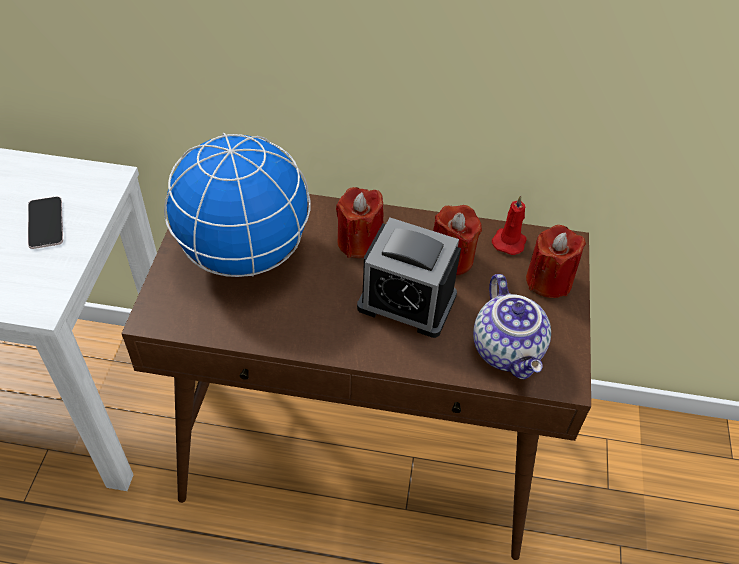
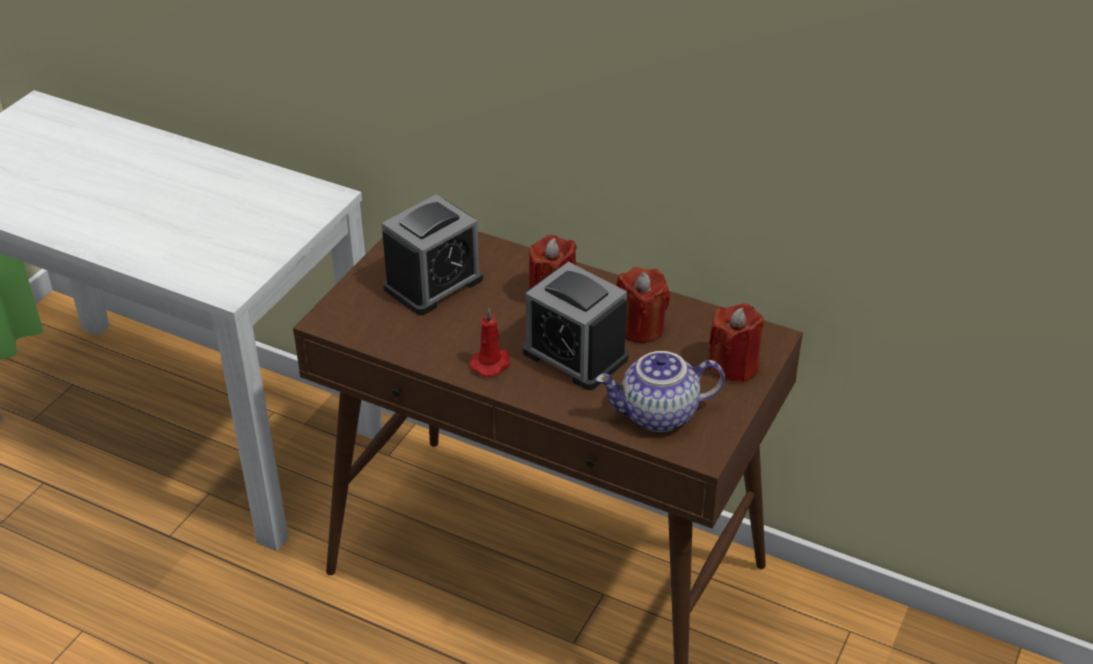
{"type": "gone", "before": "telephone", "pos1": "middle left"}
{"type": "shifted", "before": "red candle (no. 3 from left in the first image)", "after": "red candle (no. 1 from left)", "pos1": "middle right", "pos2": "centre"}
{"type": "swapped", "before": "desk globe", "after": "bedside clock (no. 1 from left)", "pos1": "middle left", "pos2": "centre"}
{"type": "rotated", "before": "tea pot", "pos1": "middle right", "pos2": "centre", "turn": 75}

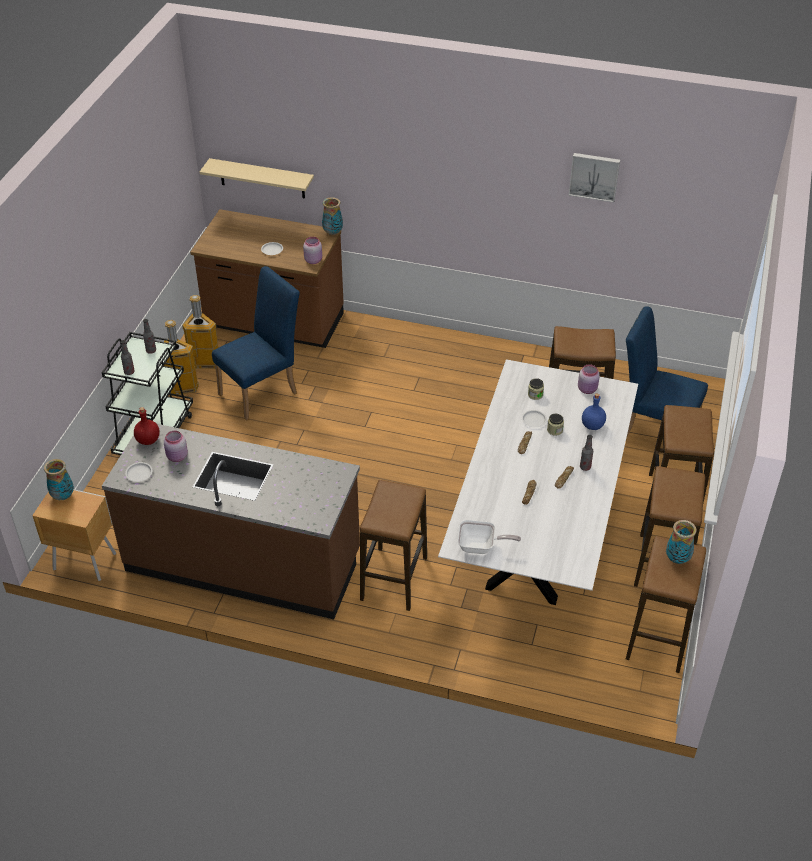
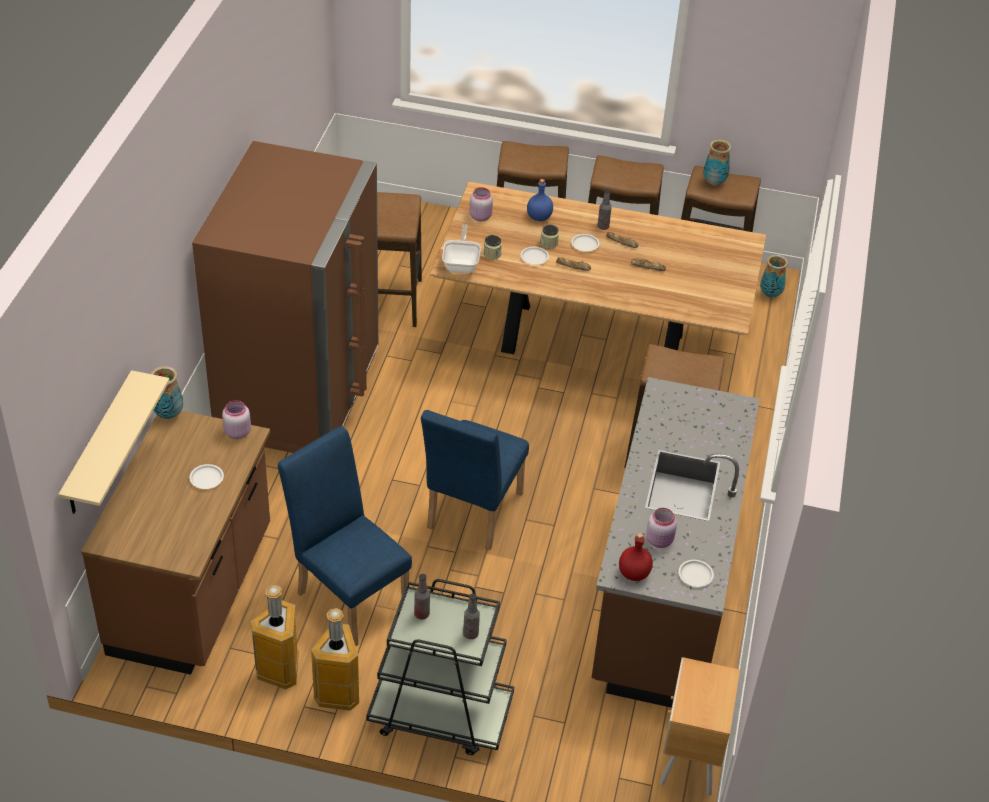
{"type": "gone", "before": "wall picture", "pos1": "top right"}
{"type": "new", "after": "brownish kitchen fridge", "pos2": "middle left"}
{"type": "new", "after": "white-coloured flat dish (no. 3 from left)", "pos2": "top centre"}
{"type": "shifted", "before": "decorative vase (no. 1 from left in the first image)", "after": "decorative vase (no. 3 from left)", "pos1": "middle left", "pos2": "middle right"}
{"type": "shifted", "before": "frying pan", "pos1": "centre", "pos2": "top centre"}
{"type": "shifted", "before": "blue-coloured chair (no. 2 from left)", "pos1": "middle right", "pos2": "centre"}
{"type": "repainted", "before": "white-coloured dining table", "after": "brownish dining table", "pos1": "centre", "pos2": "centre"}

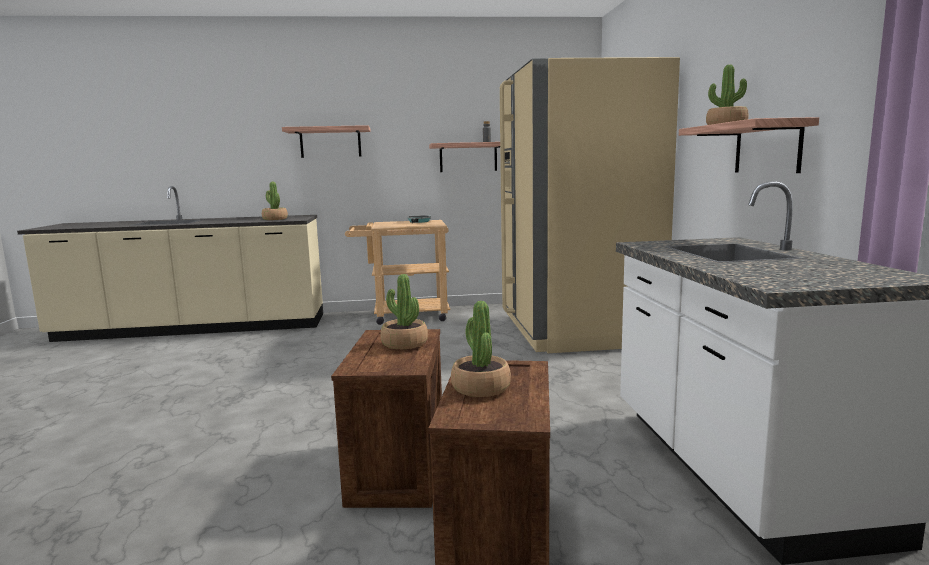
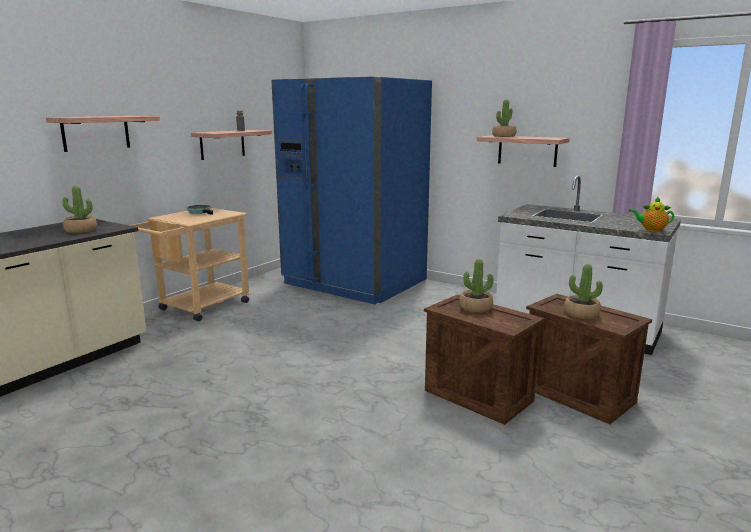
{"type": "new", "after": "tea pot", "pos2": "middle right"}
{"type": "repainted", "before": "beige-coloured kitchen fridge", "after": "blue-coloured kitchen fridge", "pos1": "centre", "pos2": "centre"}

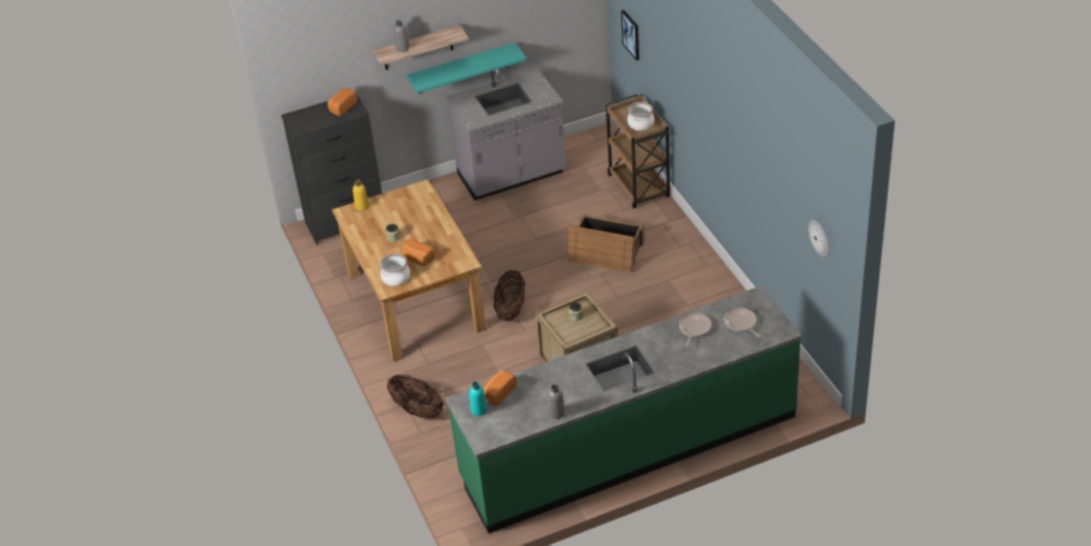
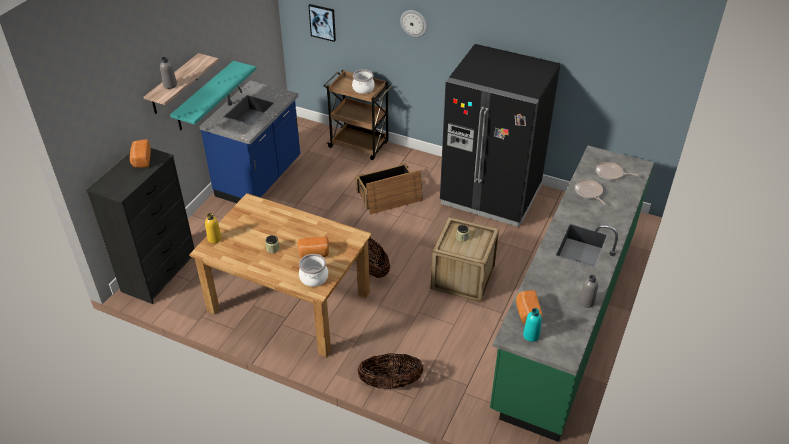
{"type": "new", "after": "blackish kitchen fridge", "pos2": "top centre"}
{"type": "shifted", "before": "hanging clock", "pos1": "middle right", "pos2": "top centre"}
{"type": "repainted", "before": "greyish counter", "after": "blue-coloured counter", "pos1": "top centre", "pos2": "top left"}

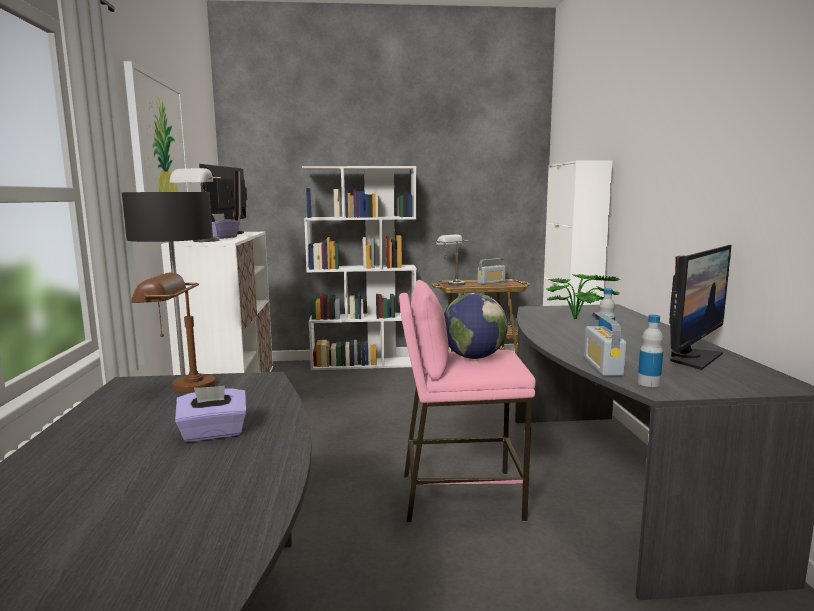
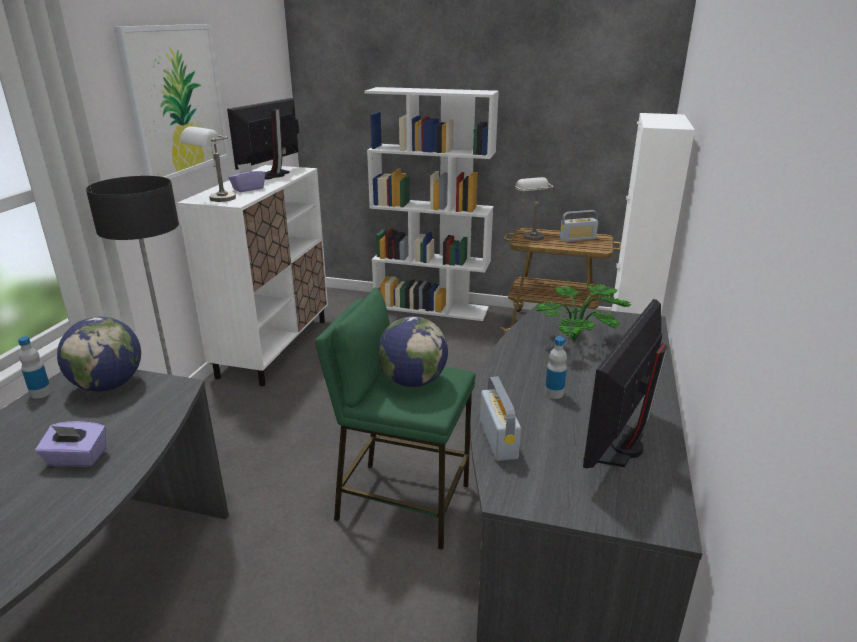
{"type": "shifted", "before": "bottle (no. 2 from left in the first image)", "after": "bottle (no. 1 from left)", "pos1": "middle right", "pos2": "middle left"}
{"type": "swapped", "before": "brownish table lamp", "after": "desk globe (no. 1 from left)", "pos1": "middle left", "pos2": "middle left"}
{"type": "repainted", "before": "pink-coloured sitting stool", "after": "greenish sitting stool", "pos1": "centre", "pos2": "centre"}
{"type": "rotated", "before": "radio (no. 2 from left in the first image)", "pos1": "middle right", "pos2": "centre", "turn": 150}
{"type": "rotated", "before": "computer display (no. 2 from left)", "pos1": "middle right", "pos2": "middle right", "turn": 150}

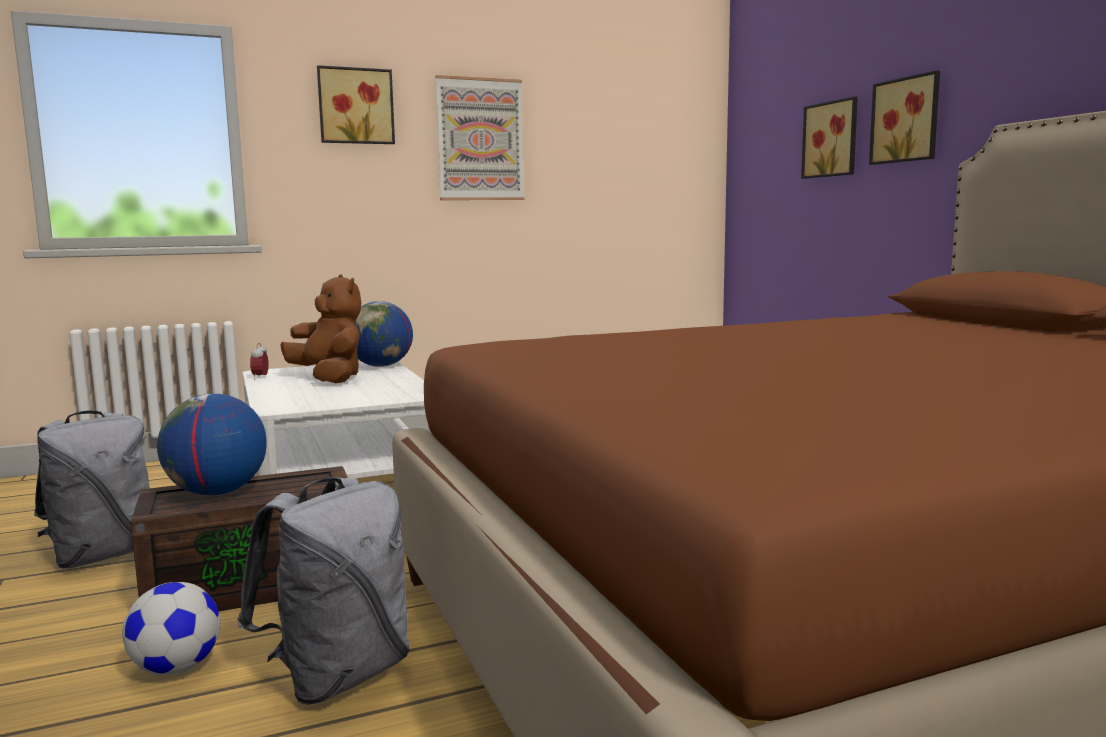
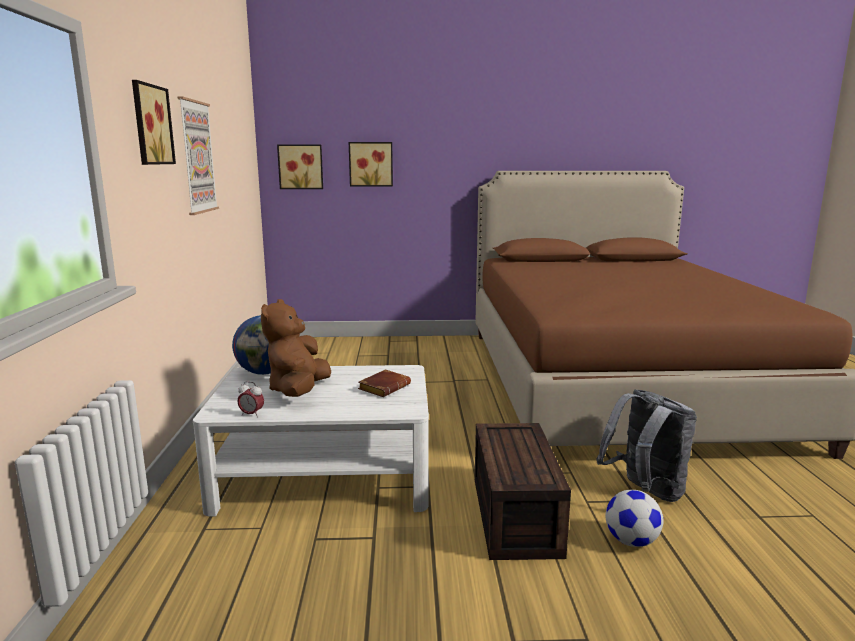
{"type": "gone", "before": "greyish knapsack (no. 1 from left)", "pos1": "middle left"}
{"type": "gone", "before": "desk globe (no. 1 from left)", "pos1": "middle left"}
{"type": "new", "after": "brownish bound book", "pos2": "centre"}
{"type": "shifted", "before": "wall picture (no. 4 from left in the first image)", "after": "wall picture (no. 3 from left)", "pos1": "top right", "pos2": "top centre"}
{"type": "rotated", "before": "brownish soft toy", "pos1": "middle left", "pos2": "centre", "turn": -60}

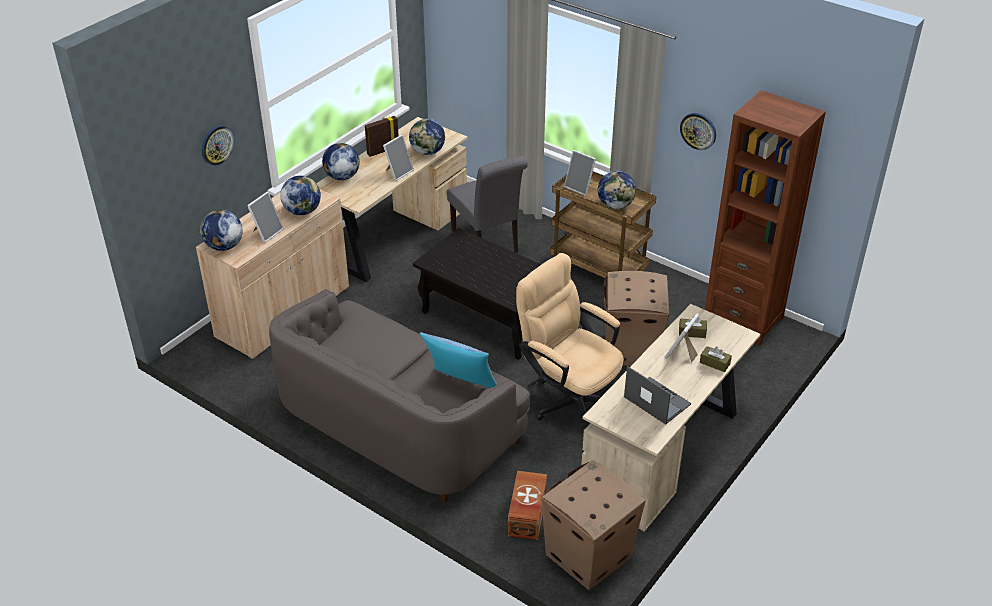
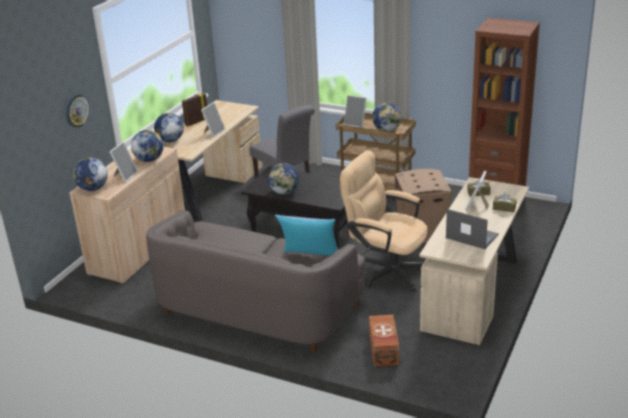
{"type": "gone", "before": "packing box (no. 1 from left)", "pos1": "bottom centre"}
{"type": "gone", "before": "hanging clock (no. 2 from left)", "pos1": "top right"}
{"type": "shifted", "before": "desk globe (no. 4 from left)", "pos1": "top centre", "pos2": "centre"}

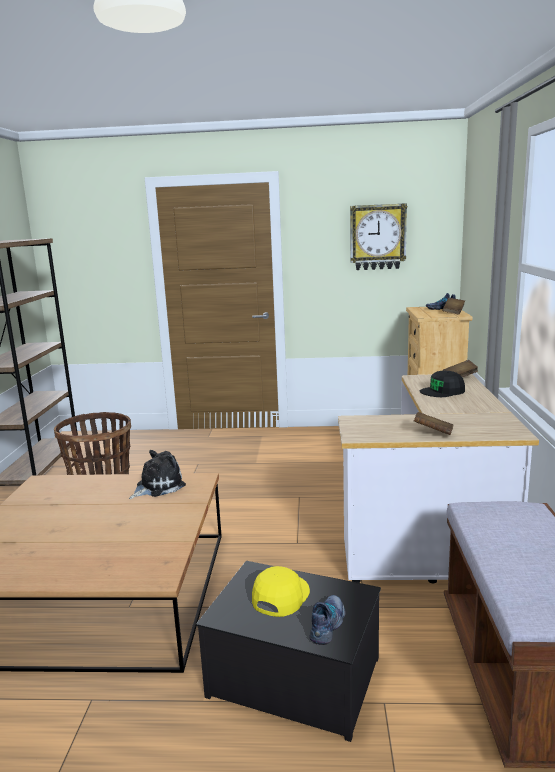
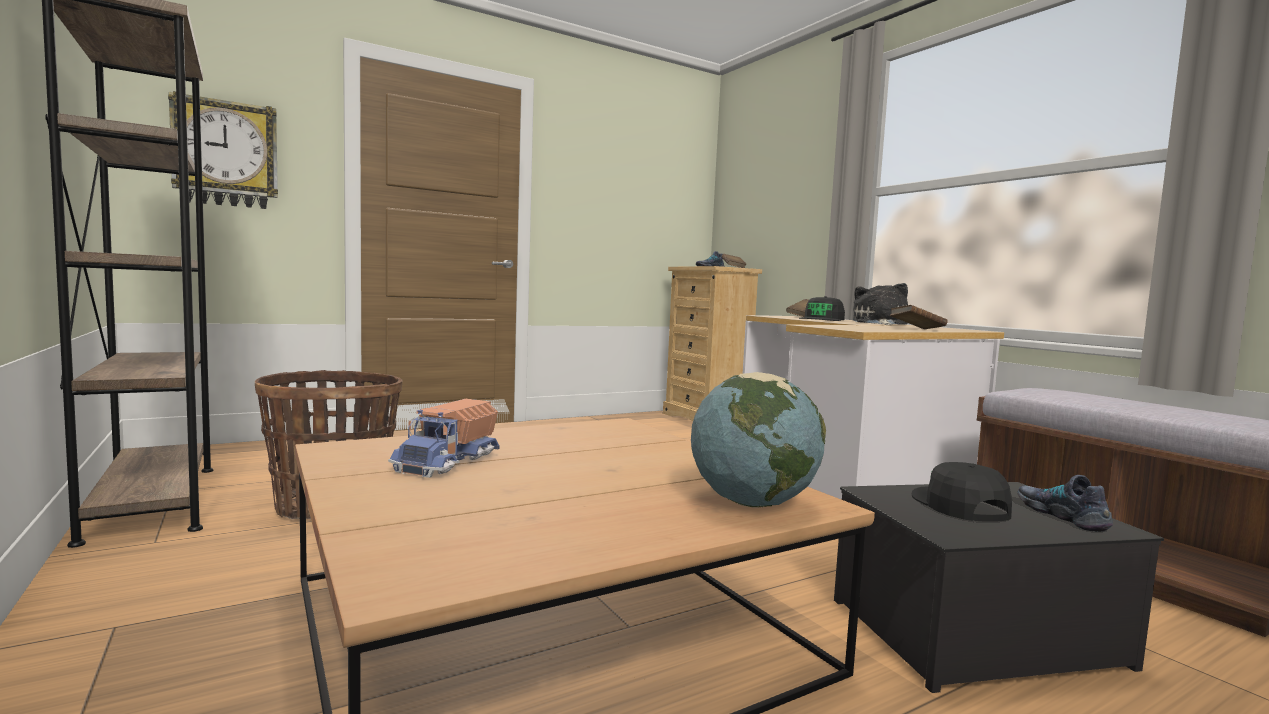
{"type": "new", "after": "toy truck", "pos2": "centre"}
{"type": "new", "after": "desk globe", "pos2": "centre"}
{"type": "shifted", "before": "soft toy", "pos1": "middle left", "pos2": "middle right"}
{"type": "shifted", "before": "hanging clock", "pos1": "top right", "pos2": "top left"}
{"type": "repainted", "before": "yellow baseball cap", "after": "blackish baseball cap (no. 2 from left)", "pos1": "bottom centre", "pos2": "bottom right"}

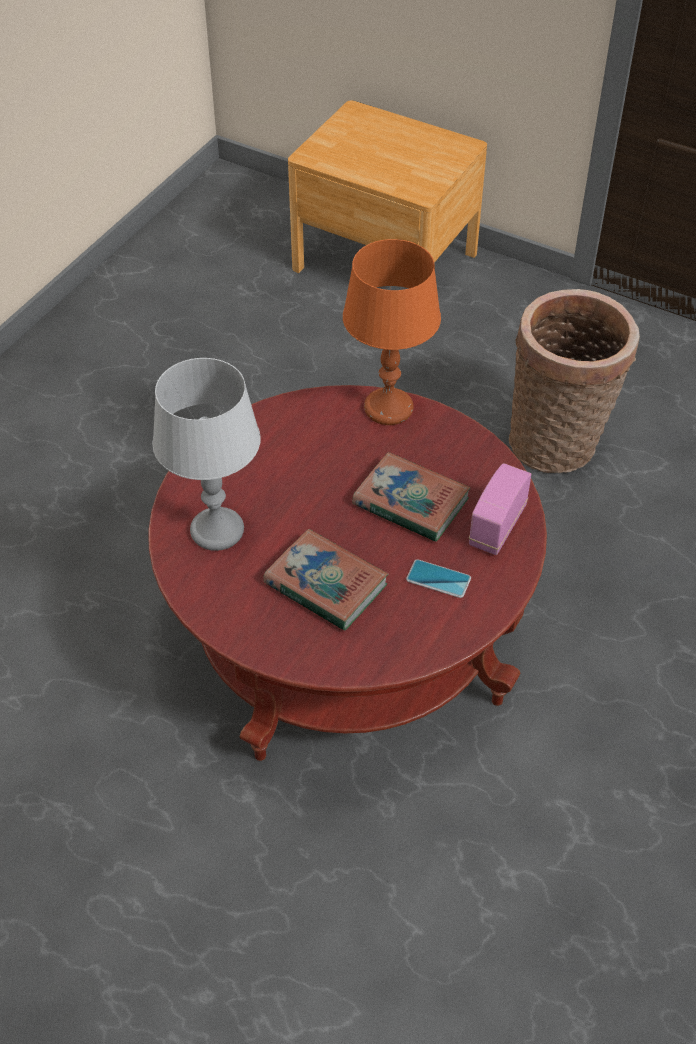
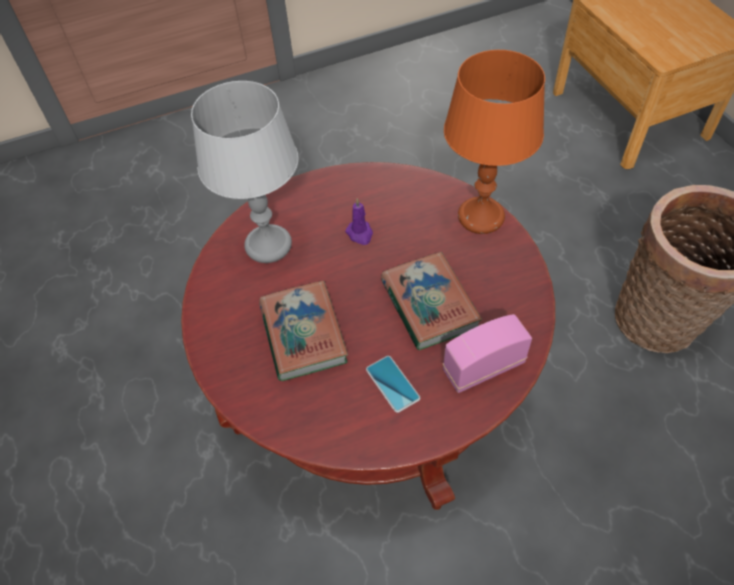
{"type": "new", "after": "purplish candle", "pos2": "centre"}

